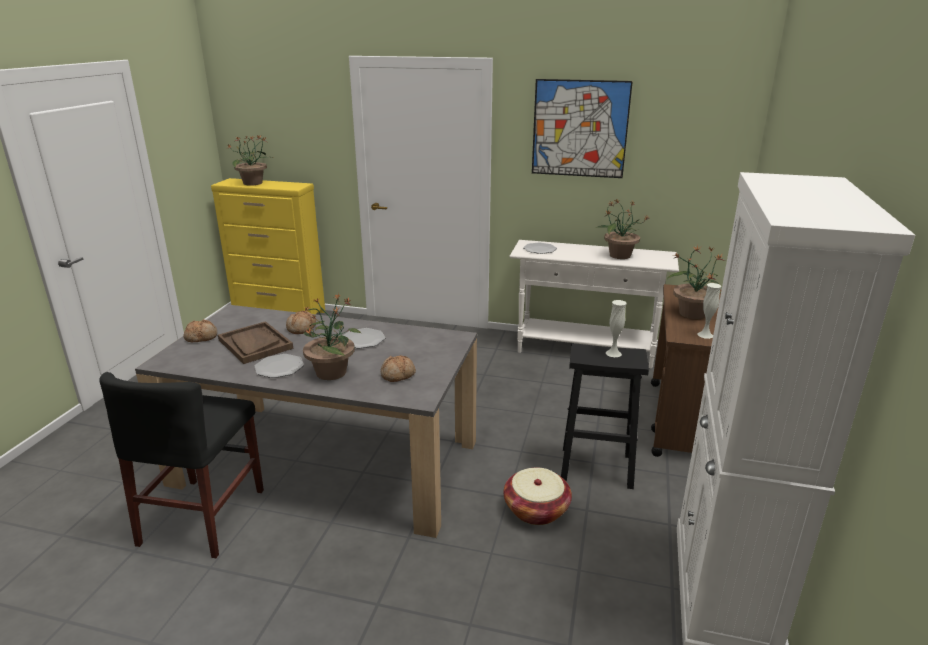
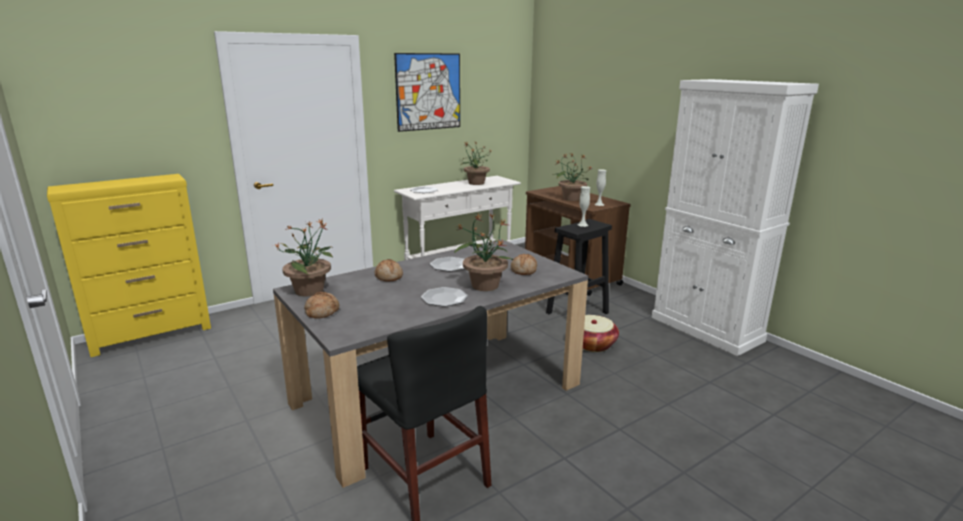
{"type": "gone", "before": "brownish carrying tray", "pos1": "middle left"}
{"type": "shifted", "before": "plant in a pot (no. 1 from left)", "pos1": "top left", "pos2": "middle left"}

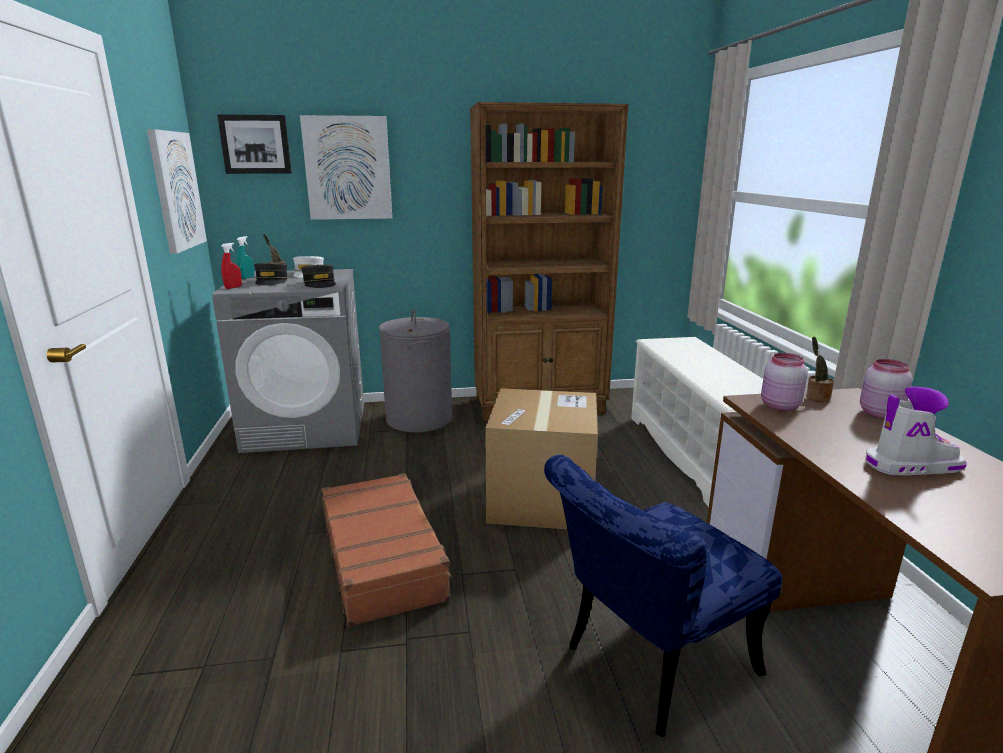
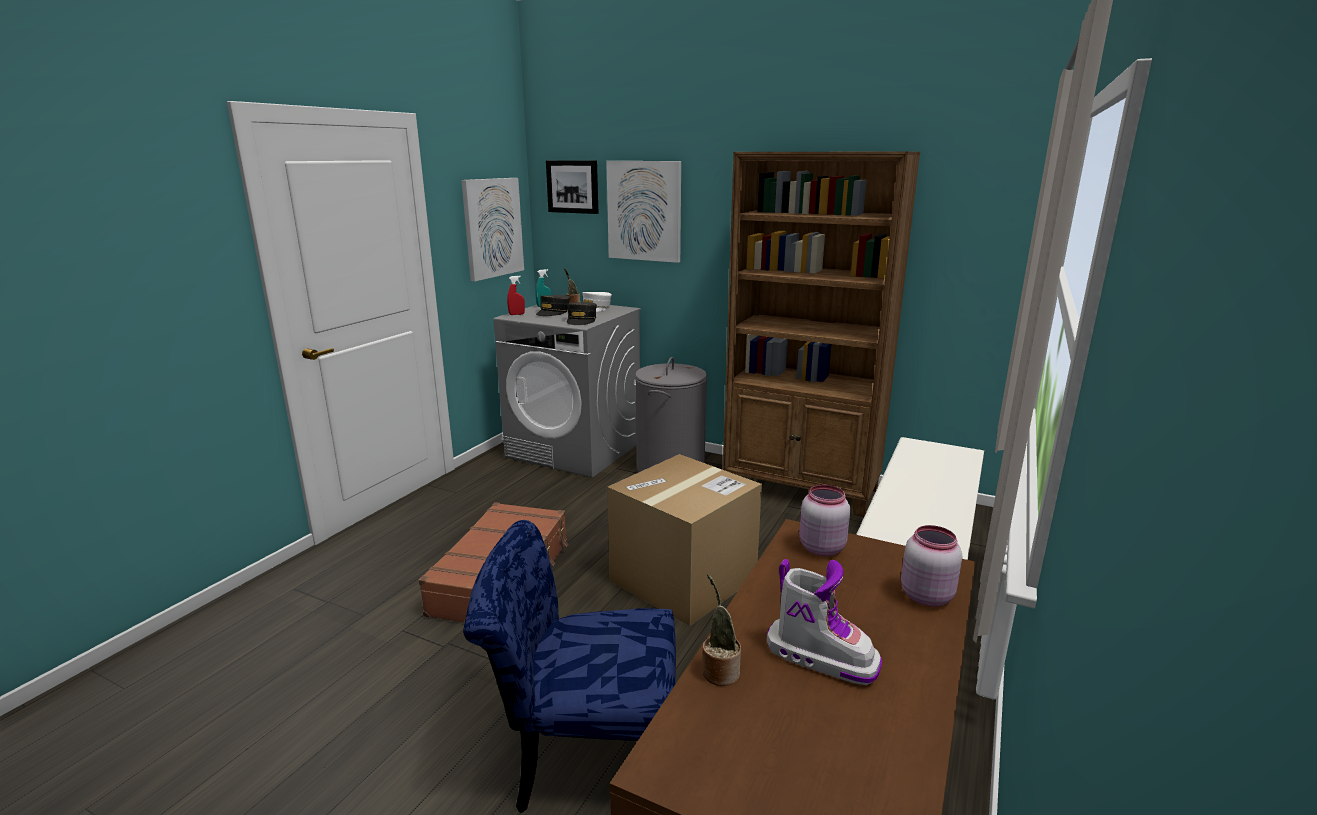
{"type": "shifted", "before": "plant in a pot (no. 2 from left)", "pos1": "middle right", "pos2": "bottom centre"}

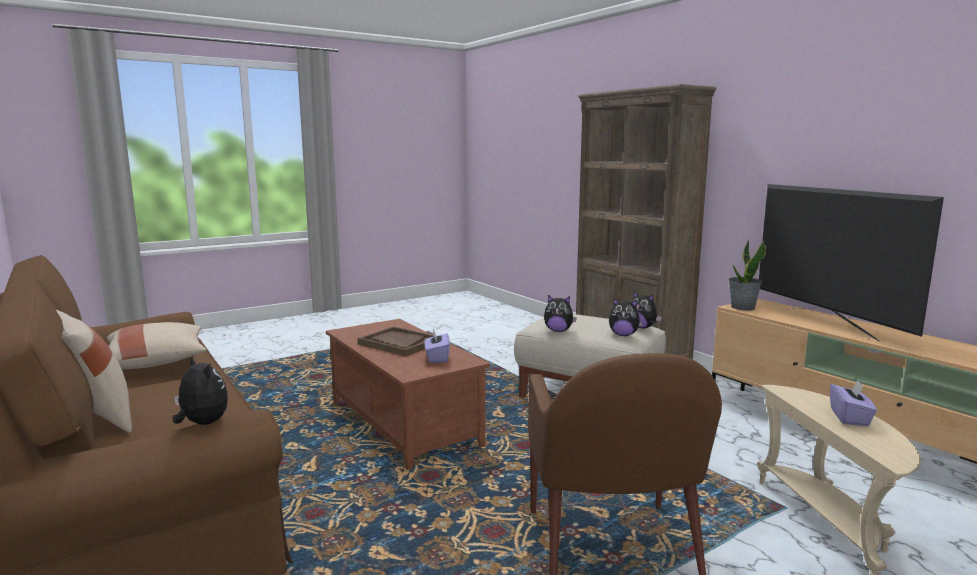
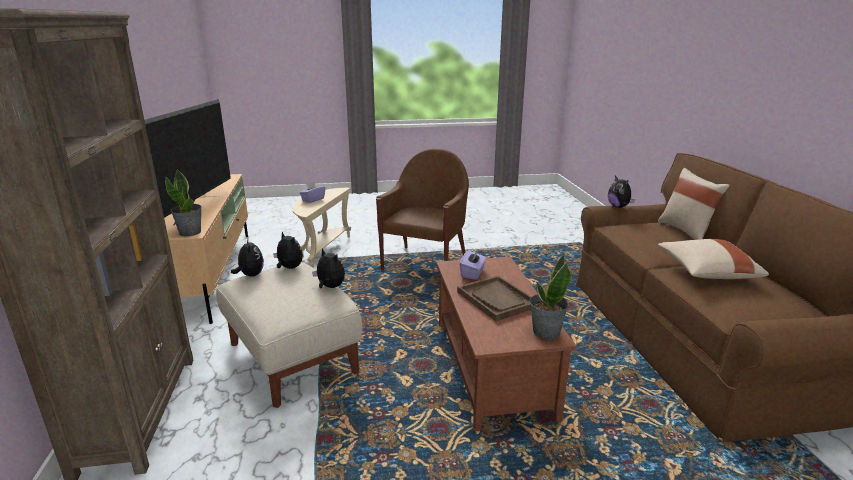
{"type": "new", "after": "plant in a pot (no. 2 from left)", "pos2": "centre"}

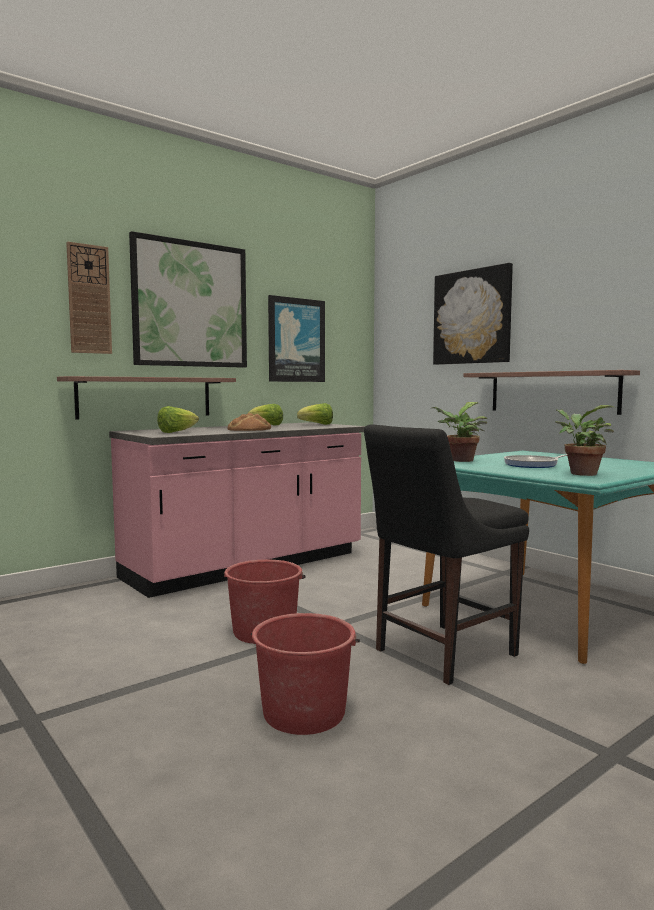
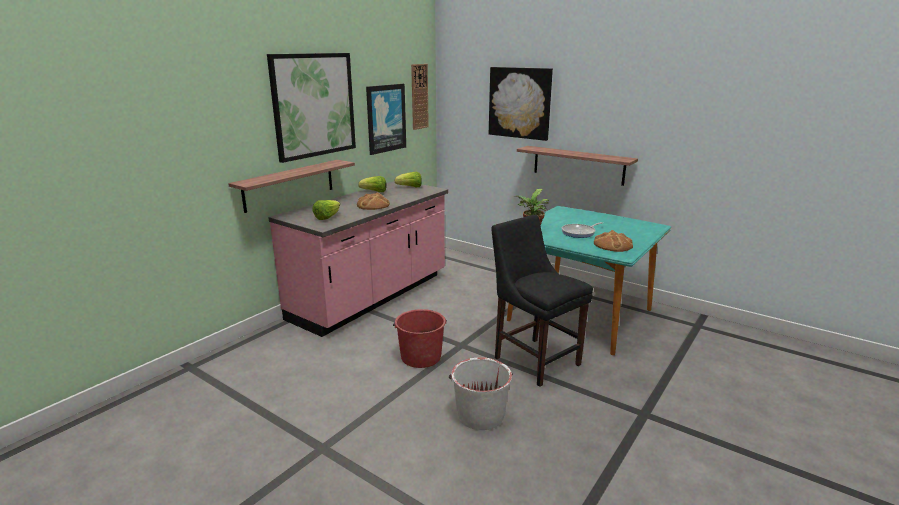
{"type": "shifted", "before": "hanging clock", "pos1": "top left", "pos2": "top centre"}
{"type": "swapped", "before": "plant in a pot (no. 2 from left)", "after": "bakery bread (no. 2 from left)", "pos1": "middle right", "pos2": "middle right"}
{"type": "repainted", "before": "red bucket (no. 2 from left)", "after": "white-coloured bucket", "pos1": "bottom centre", "pos2": "bottom centre"}
{"type": "rotated", "before": "blackish chair", "pos1": "middle right", "pos2": "centre", "turn": 105}

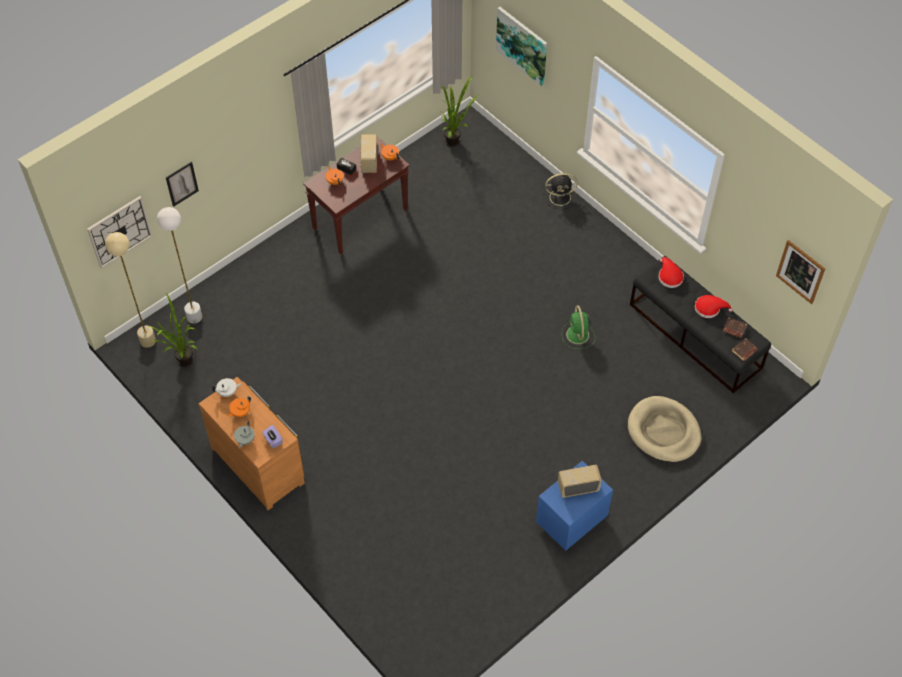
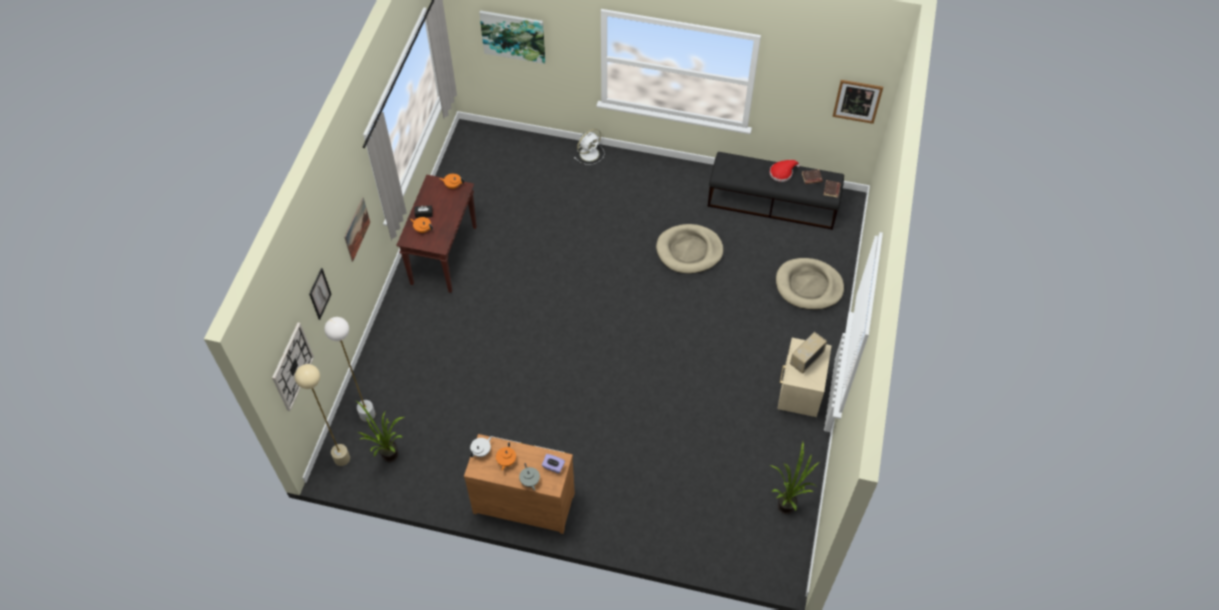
{"type": "gone", "before": "radio (no. 1 from left)", "pos1": "top centre"}
{"type": "gone", "before": "red hat (no. 1 from left)", "pos1": "middle right"}
{"type": "new", "after": "wall picture (no. 2 from left)", "pos2": "middle left"}
{"type": "shifted", "before": "plant in a pot (no. 2 from left)", "pos1": "top centre", "pos2": "bottom centre"}
{"type": "swapped", "before": "greenish cooling fan", "after": "beige-coloured dog cushion (no. 1 from left)", "pos1": "centre", "pos2": "centre"}
{"type": "repainted", "before": "blue-coloured night table", "after": "beige-coloured night table", "pos1": "bottom centre", "pos2": "centre"}
{"type": "repainted", "before": "blackish cooling fan", "after": "white-coloured cooling fan", "pos1": "top centre", "pos2": "top centre"}

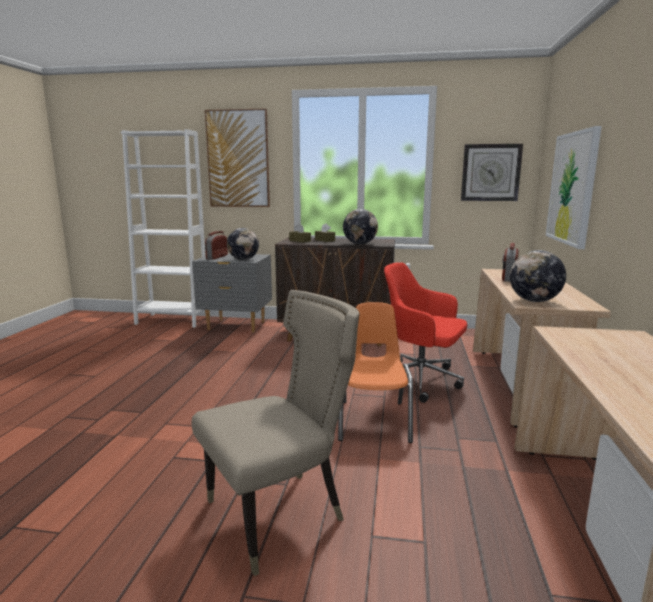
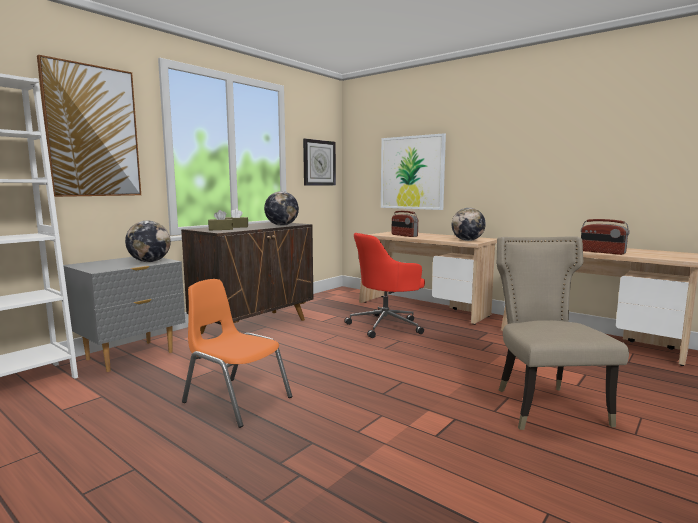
{"type": "shifted", "before": "radio (no. 1 from left in the first image)", "after": "radio (no. 2 from left)", "pos1": "middle left", "pos2": "middle right"}
{"type": "shifted", "before": "orangey chair", "pos1": "centre", "pos2": "bottom centre"}

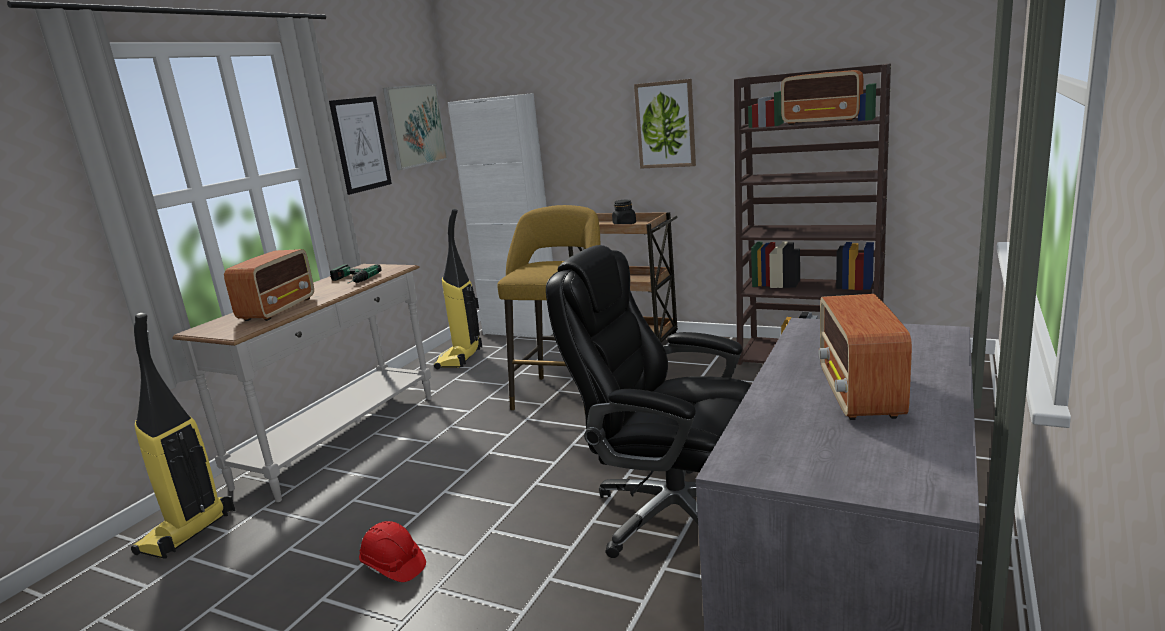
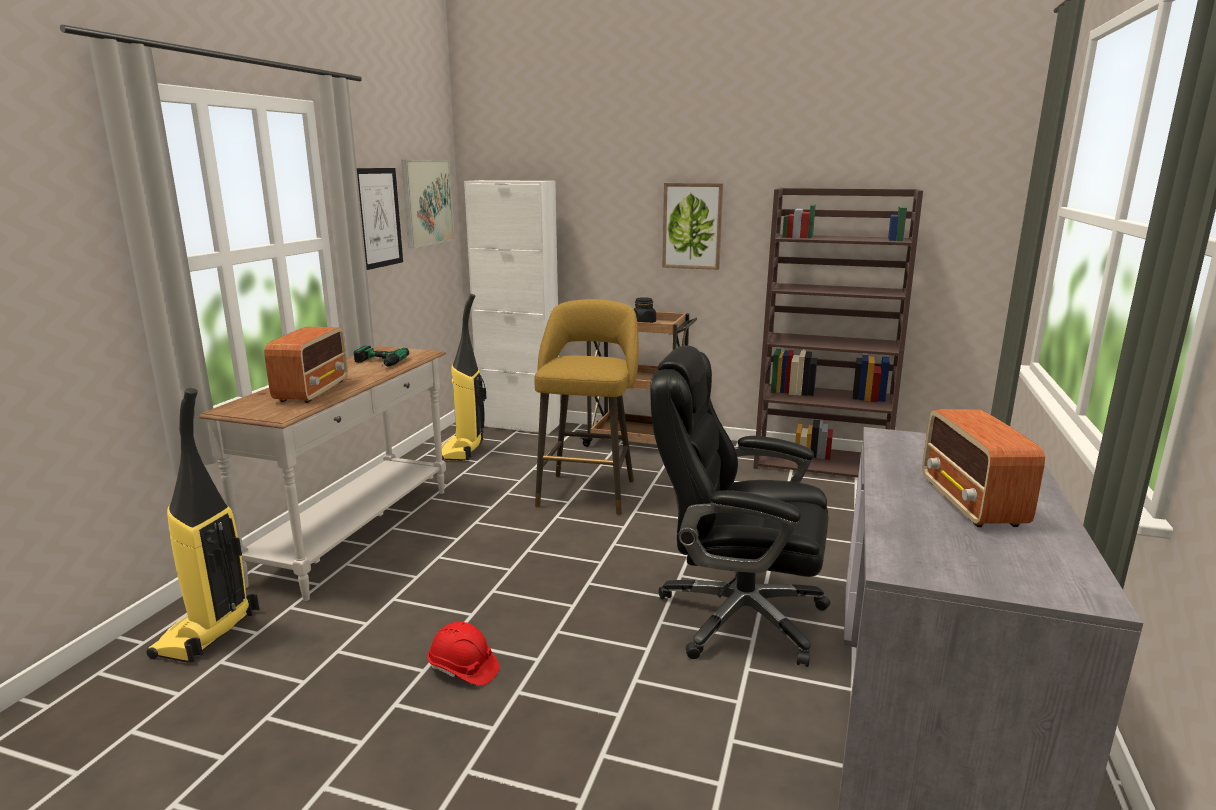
{"type": "gone", "before": "radio (no. 2 from left)", "pos1": "top right"}

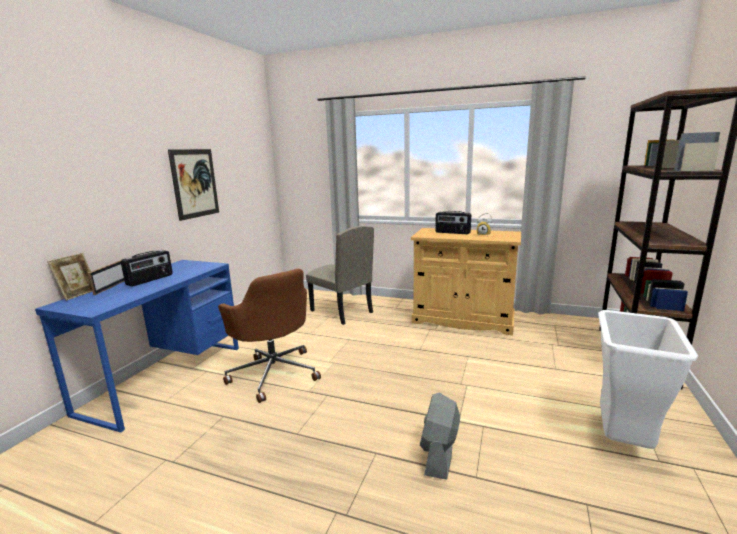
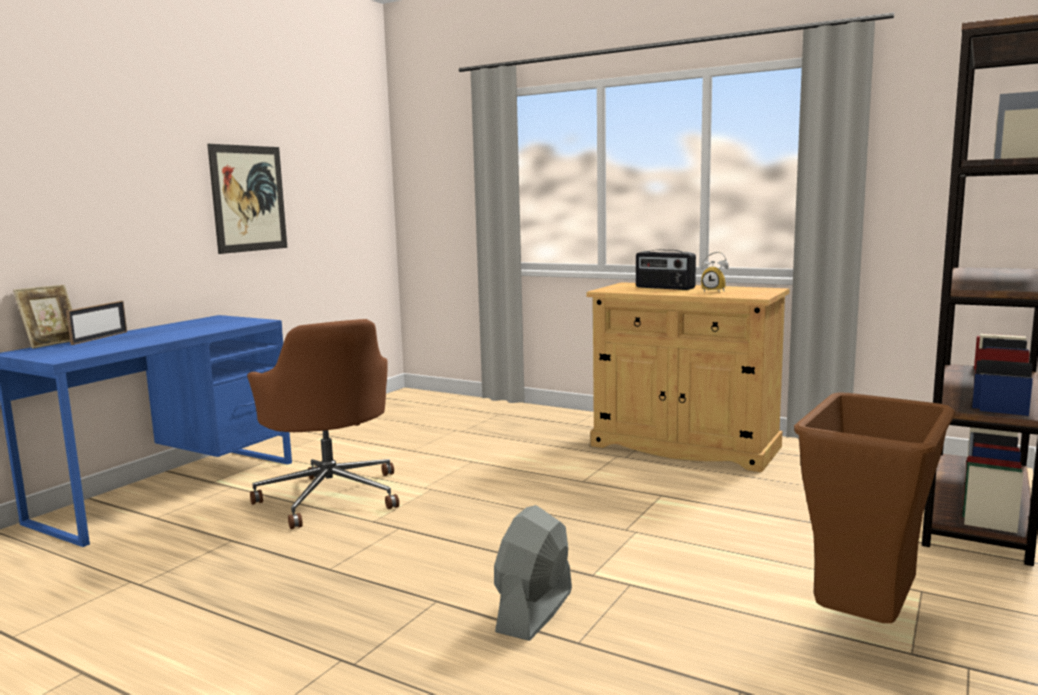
{"type": "gone", "before": "radio (no. 1 from left)", "pos1": "middle left"}
{"type": "gone", "before": "beige-coloured chair", "pos1": "centre"}
{"type": "repainted", "before": "white-coloured rubbish bin", "after": "brownish rubbish bin", "pos1": "bottom right", "pos2": "bottom right"}

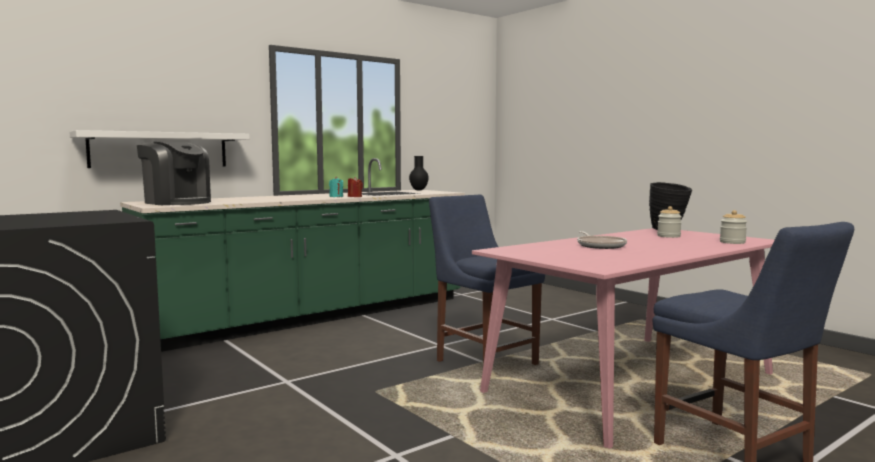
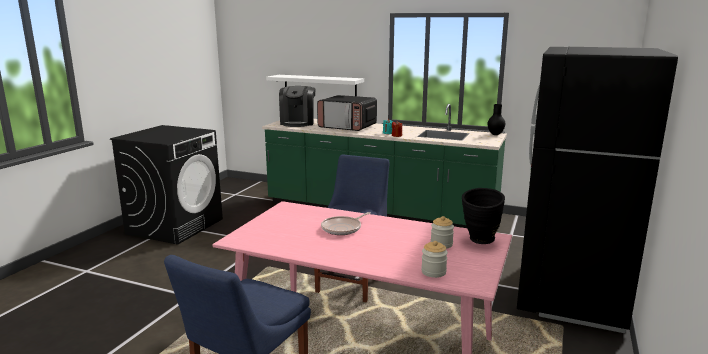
{"type": "new", "after": "microwave oven", "pos2": "top centre"}
{"type": "new", "after": "blackish kitchen fridge", "pos2": "middle right"}

